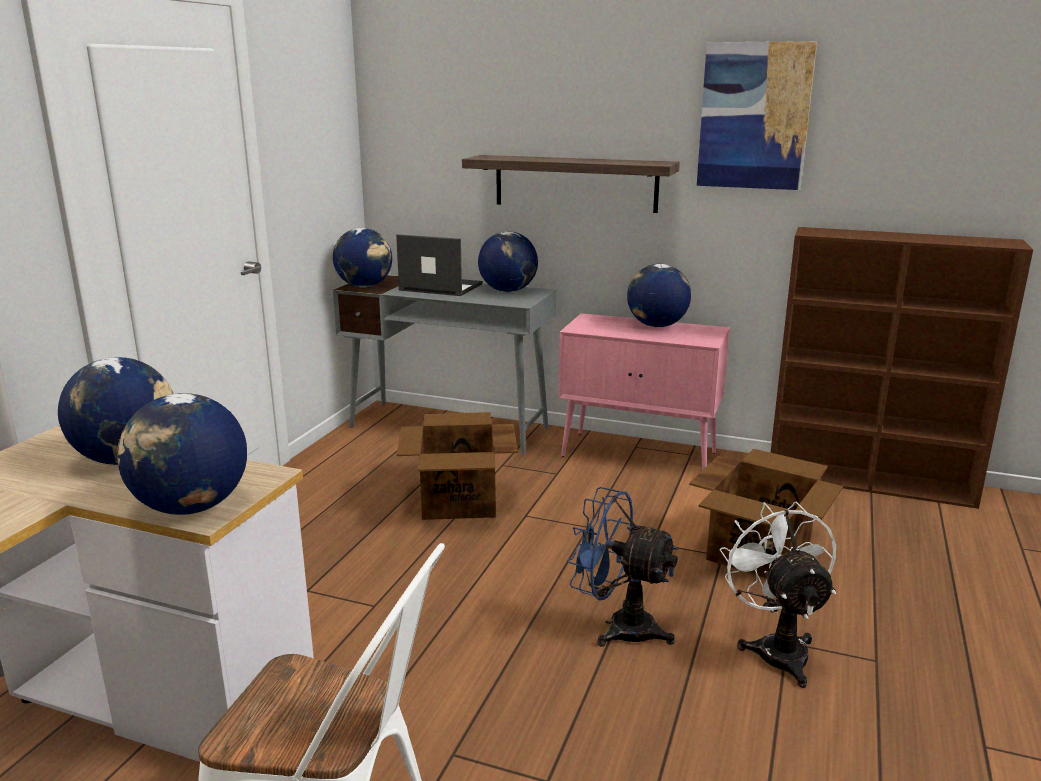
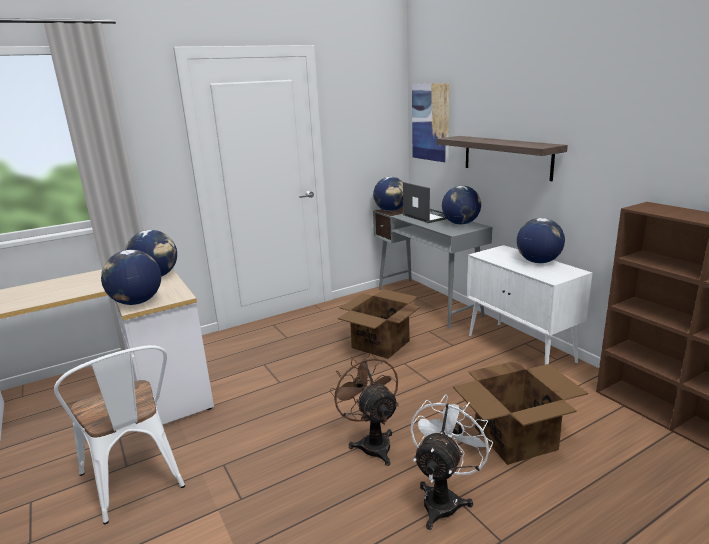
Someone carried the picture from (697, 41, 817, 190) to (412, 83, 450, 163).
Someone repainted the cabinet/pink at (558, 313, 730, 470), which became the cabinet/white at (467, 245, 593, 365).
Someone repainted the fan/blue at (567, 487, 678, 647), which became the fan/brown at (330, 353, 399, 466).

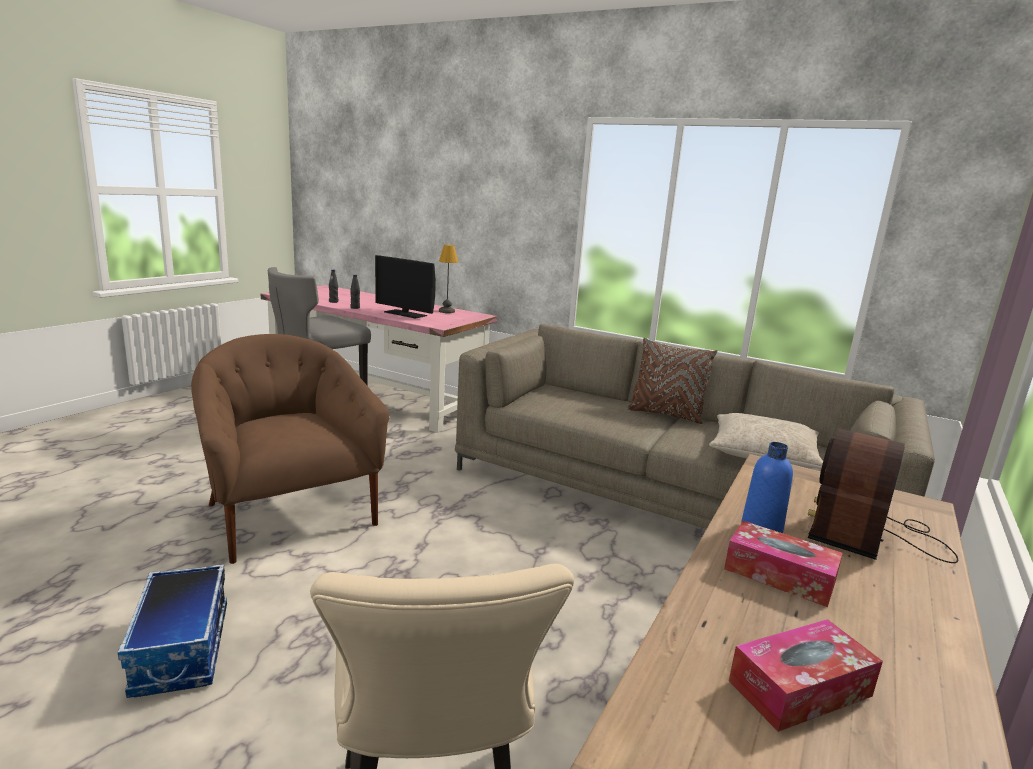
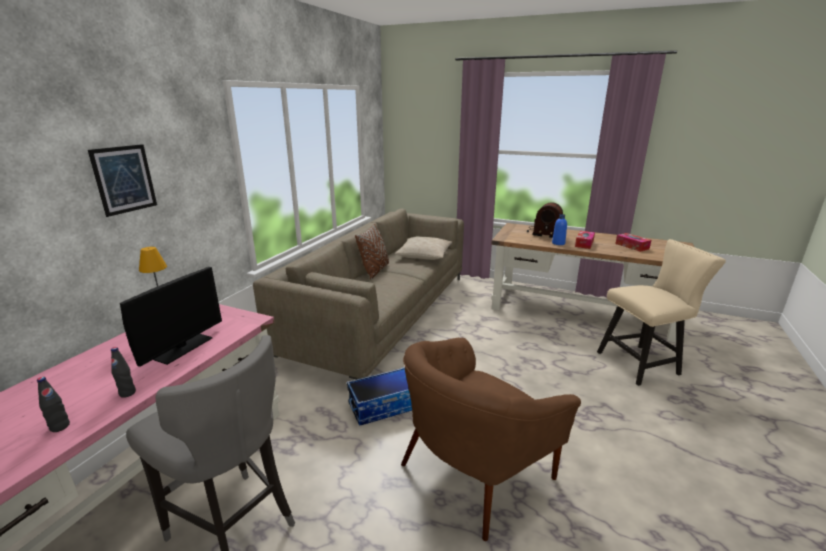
Someone carried the storage box from (118, 564, 227, 698) to (347, 367, 412, 426).
Someone put up the picture at (88, 144, 157, 217).

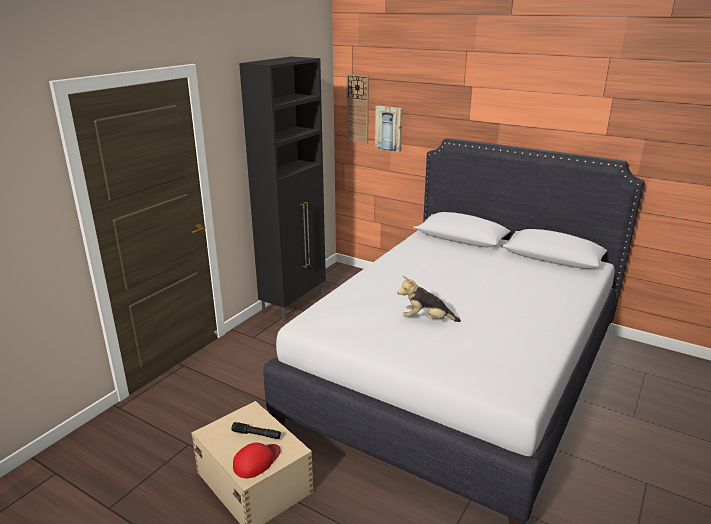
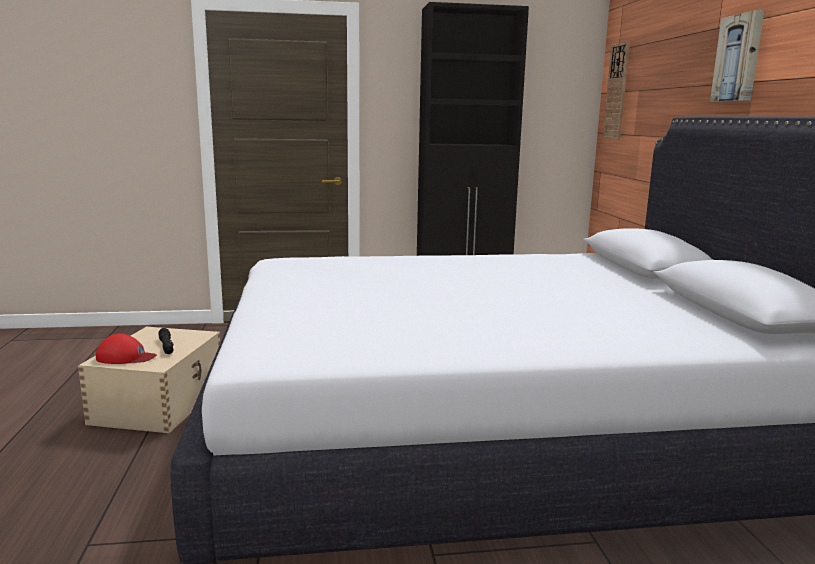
Someone carried the picture from (375, 106, 403, 152) to (710, 10, 764, 102).
Someone took away the plush toy at (398, 276, 461, 322).

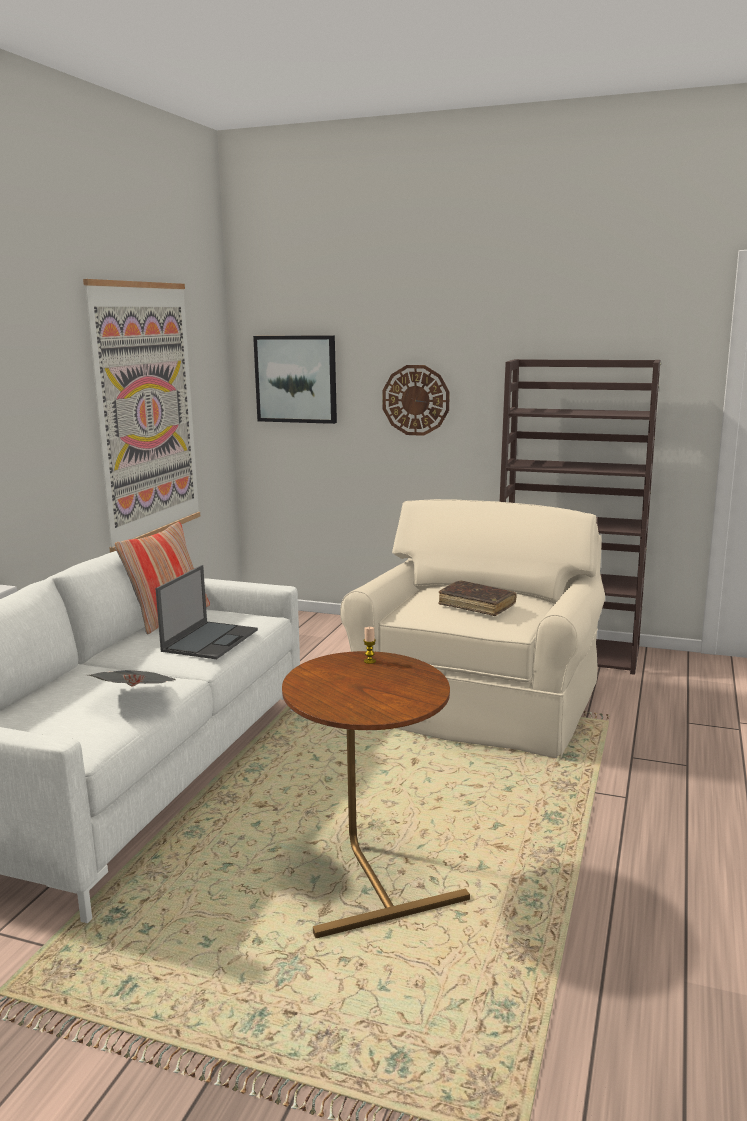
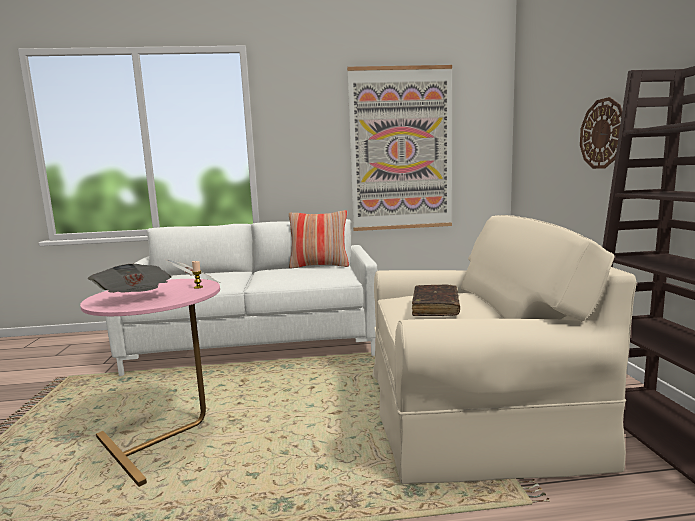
Someone took away the picture at (253, 335, 337, 424).
Someone took away the laptop at (155, 565, 258, 659).
Someone repainted the side table/brown at (282, 651, 470, 938), which became the side table/pink at (80, 279, 220, 487).
Someone put down the newspaper at (88, 264, 171, 293).

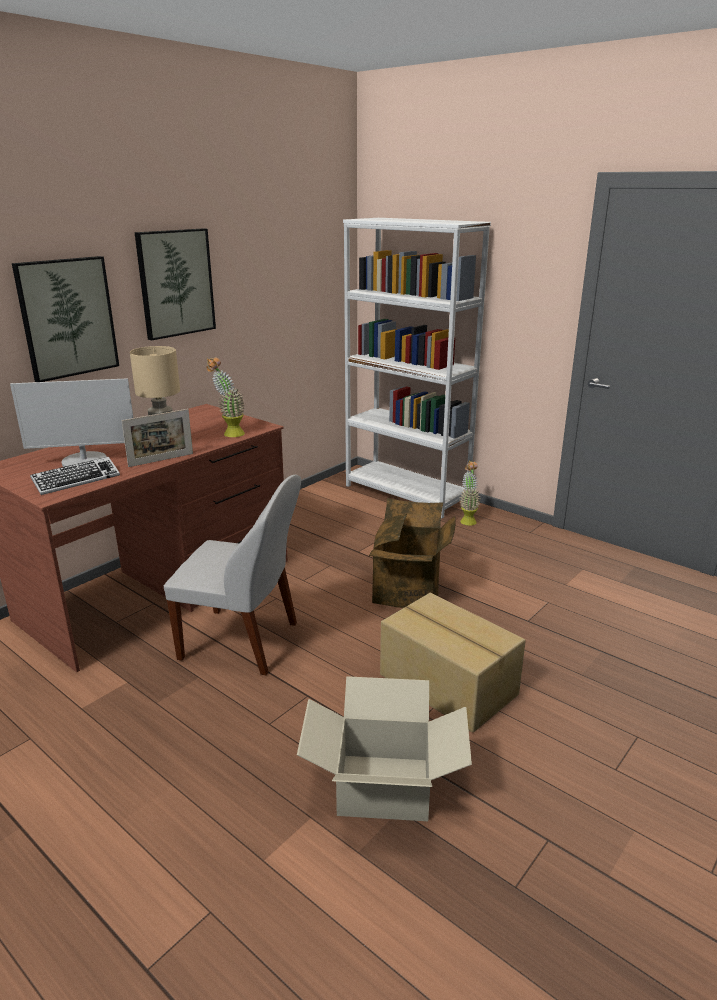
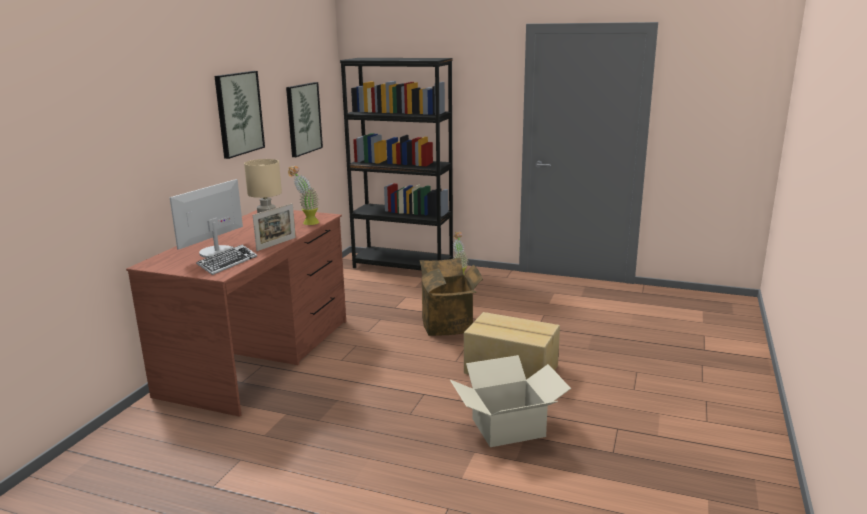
Someone repainted the bookcase/white at (343, 218, 491, 519), which became the bookcase/black at (340, 58, 453, 271).
Someone carried the picture from (12, 256, 119, 382) to (286, 82, 323, 157).
Someone rotated the monitor at (10, 378, 133, 467) by 150 degrees clockwise.
Someone took away the chair/white at (164, 475, 301, 675).

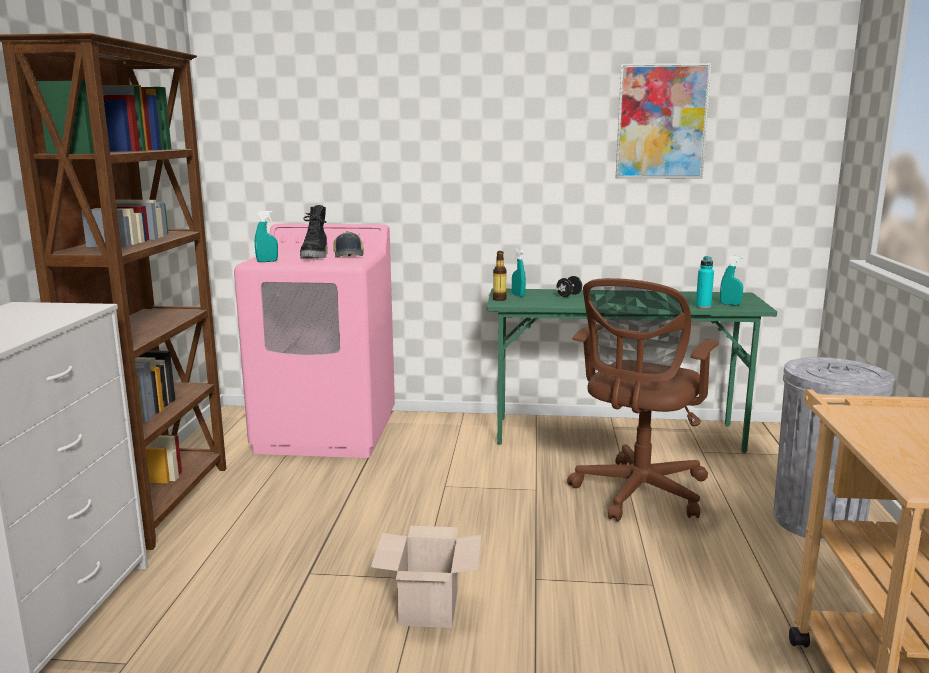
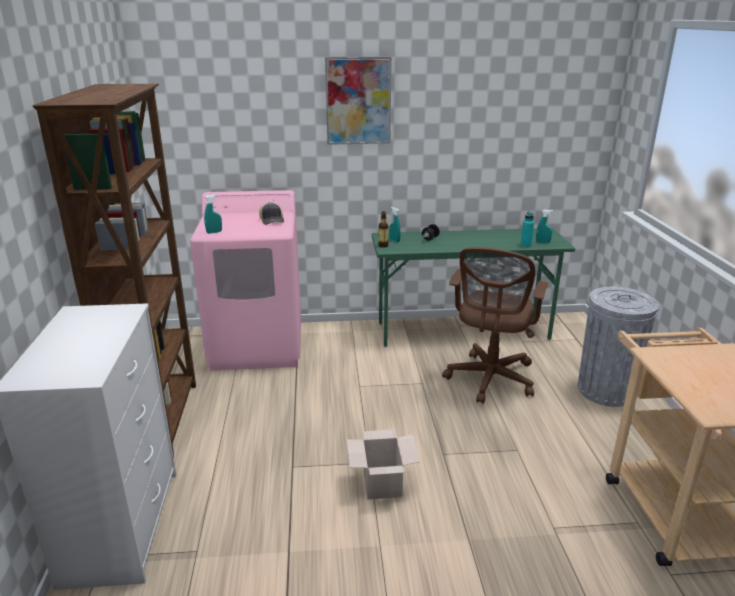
Someone carried the picture from (616, 63, 711, 179) to (325, 57, 392, 145).
Someone took away the boot/black at (300, 205, 328, 259).

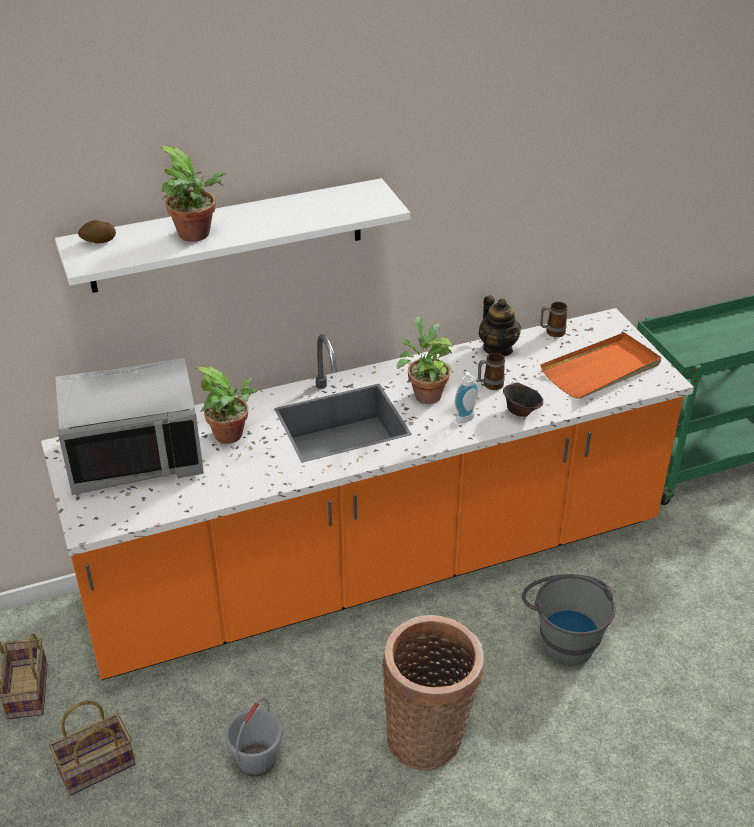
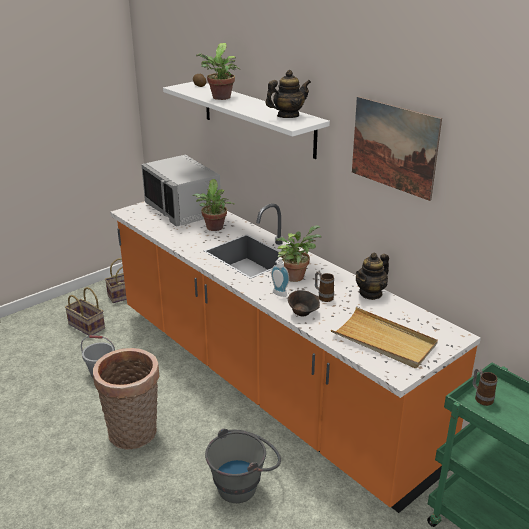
Someone carried the mug from (540, 302, 568, 337) to (473, 368, 497, 406).
Someone repainted the tray/orange at (540, 332, 661, 399), which became the tray/beige at (331, 307, 438, 368).
Someone put down the teapot at (266, 70, 311, 118).
Someone put up the picture at (352, 96, 442, 201).

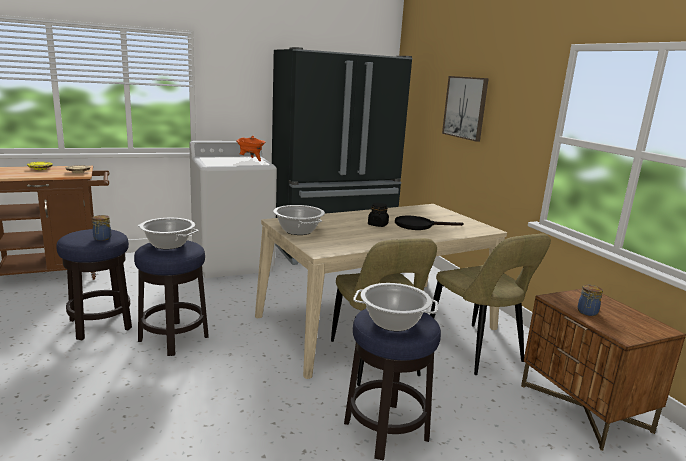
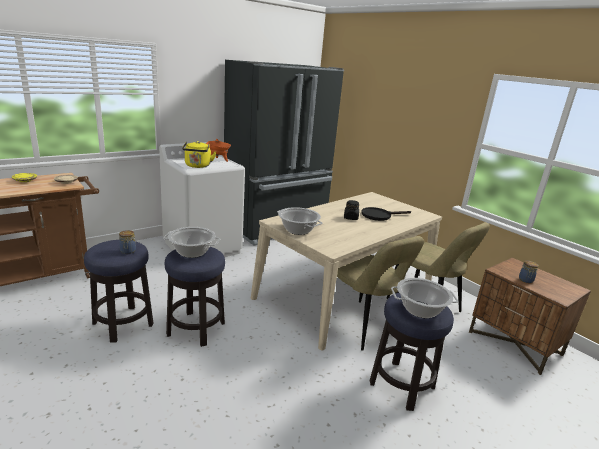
Someone took away the picture at (442, 76, 489, 142).
Someone put down the kettle/yellow at (182, 141, 217, 168).

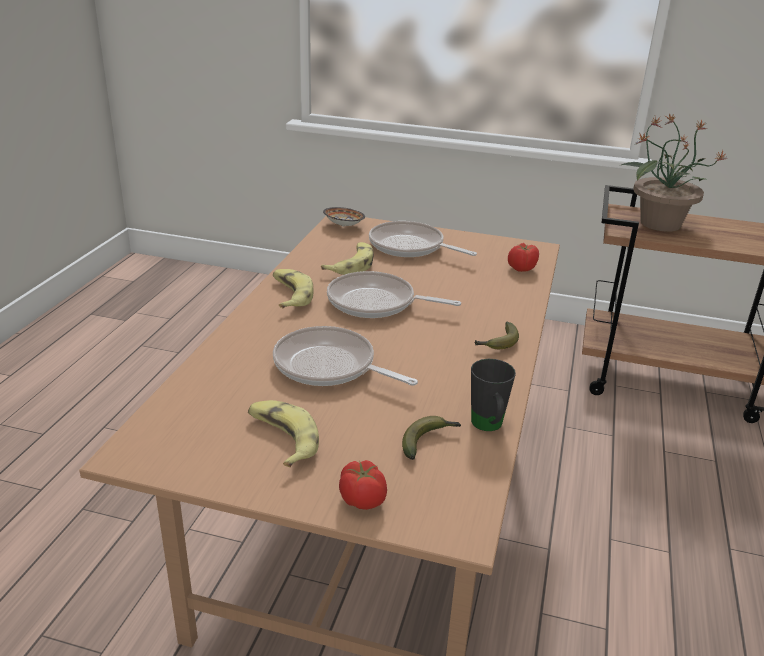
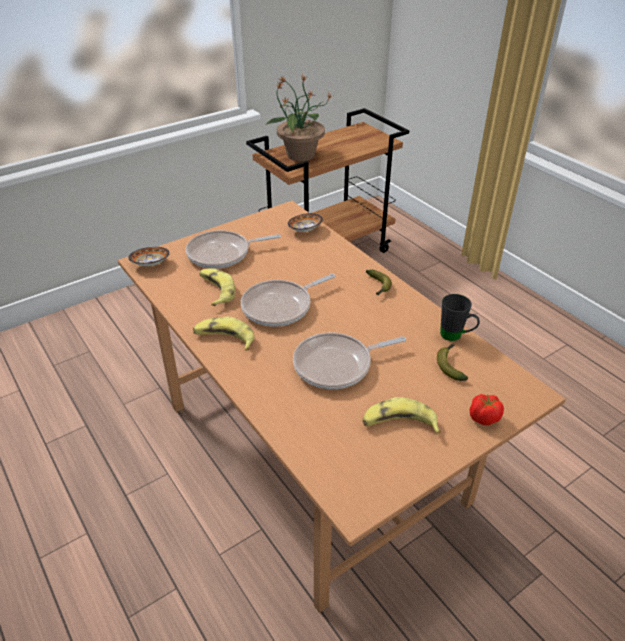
Someone swapped the tomato at (508, 243, 539, 272) for the bowl at (288, 213, 323, 232).

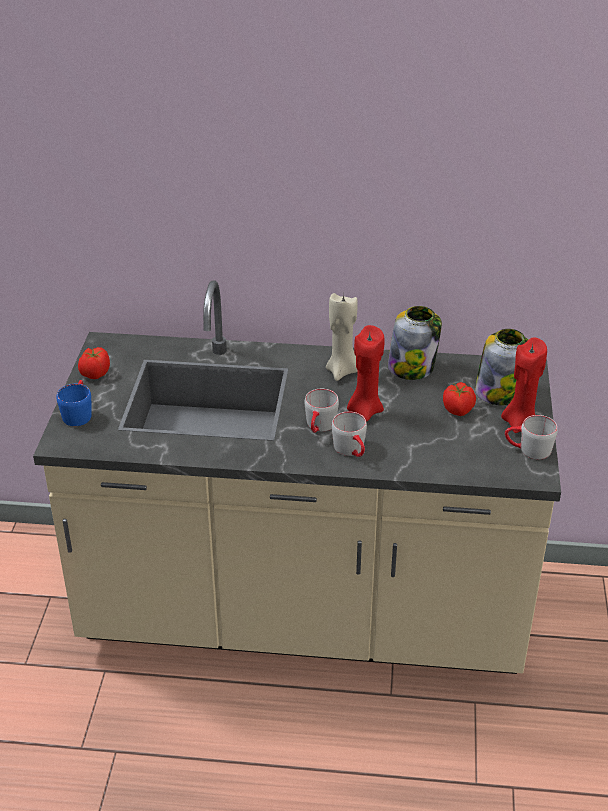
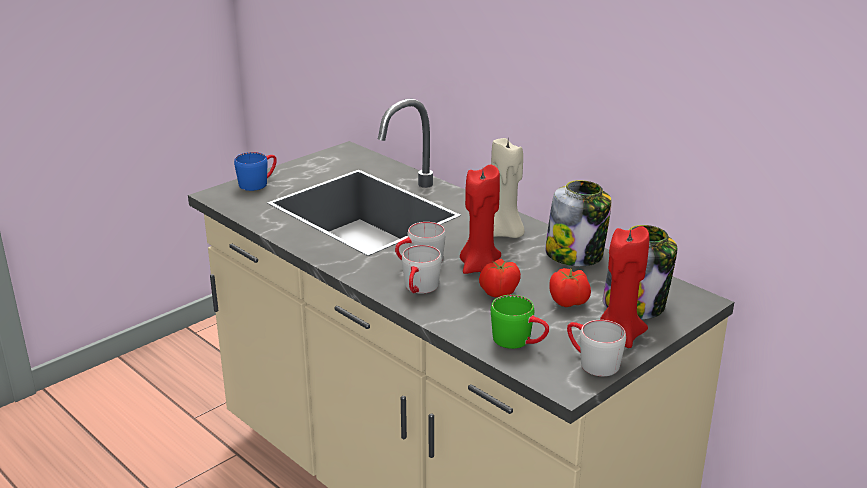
Someone carried the tomato from (78, 347, 110, 379) to (479, 259, 521, 297).
Someone put down the mug/green at (491, 295, 549, 349).

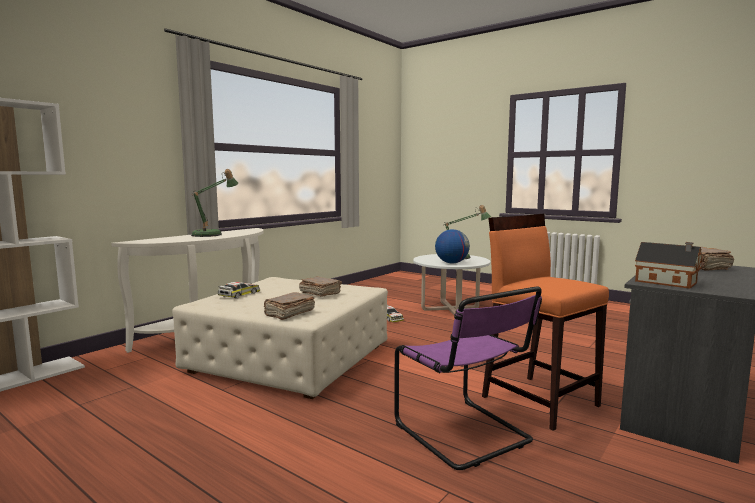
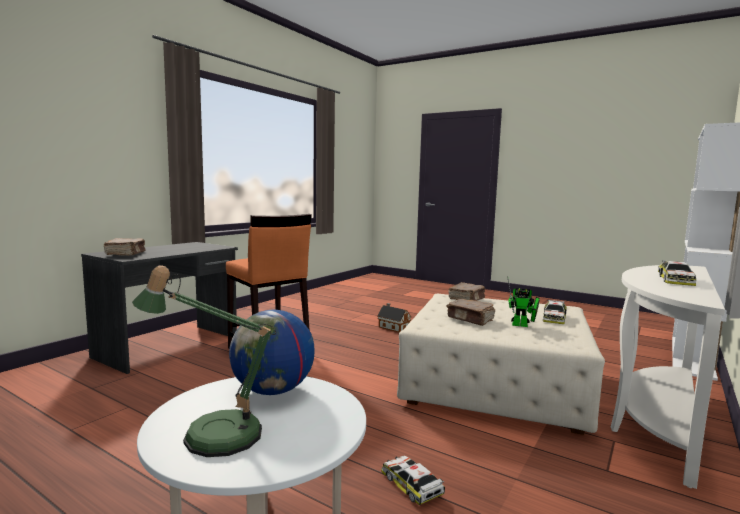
Someone swapped the table lamp at (191, 169, 238, 237) for the toy car at (658, 260, 696, 286).
Someone carried the toy house from (635, 242, 702, 289) to (377, 303, 412, 333).
Someone took away the chair/purple at (394, 286, 542, 470).
Someone put down the toy robot at (507, 276, 540, 327).

